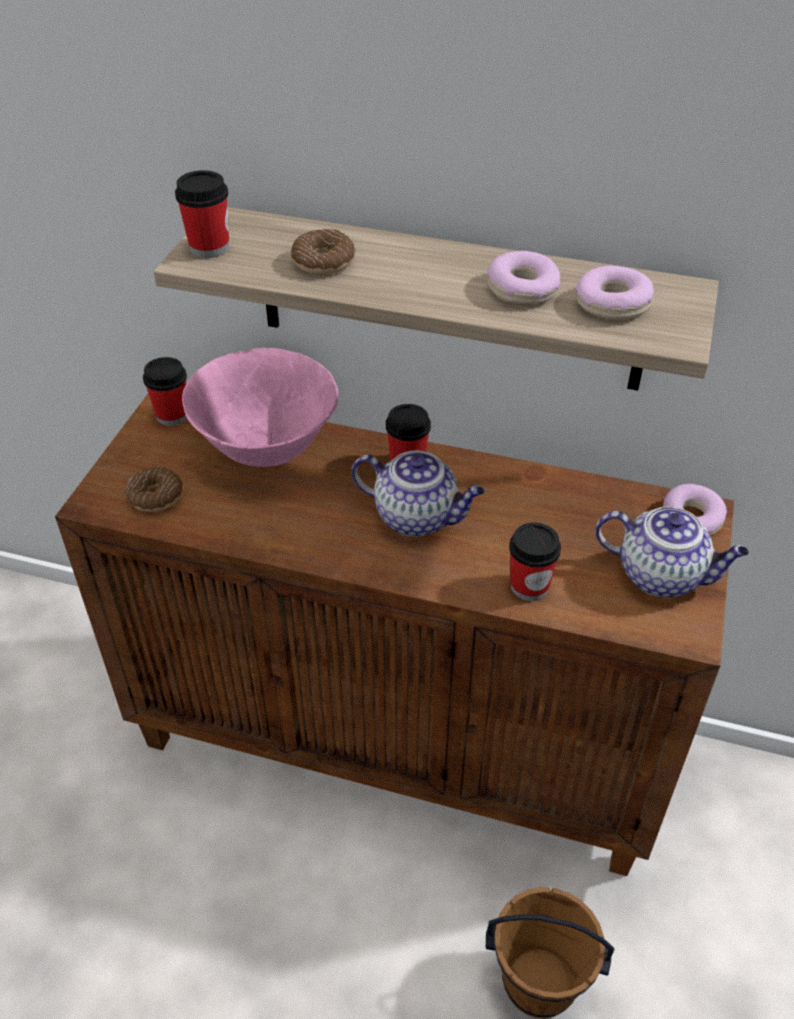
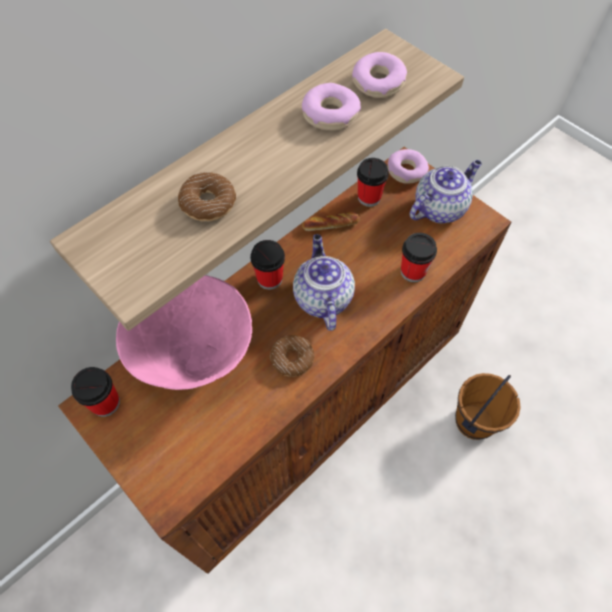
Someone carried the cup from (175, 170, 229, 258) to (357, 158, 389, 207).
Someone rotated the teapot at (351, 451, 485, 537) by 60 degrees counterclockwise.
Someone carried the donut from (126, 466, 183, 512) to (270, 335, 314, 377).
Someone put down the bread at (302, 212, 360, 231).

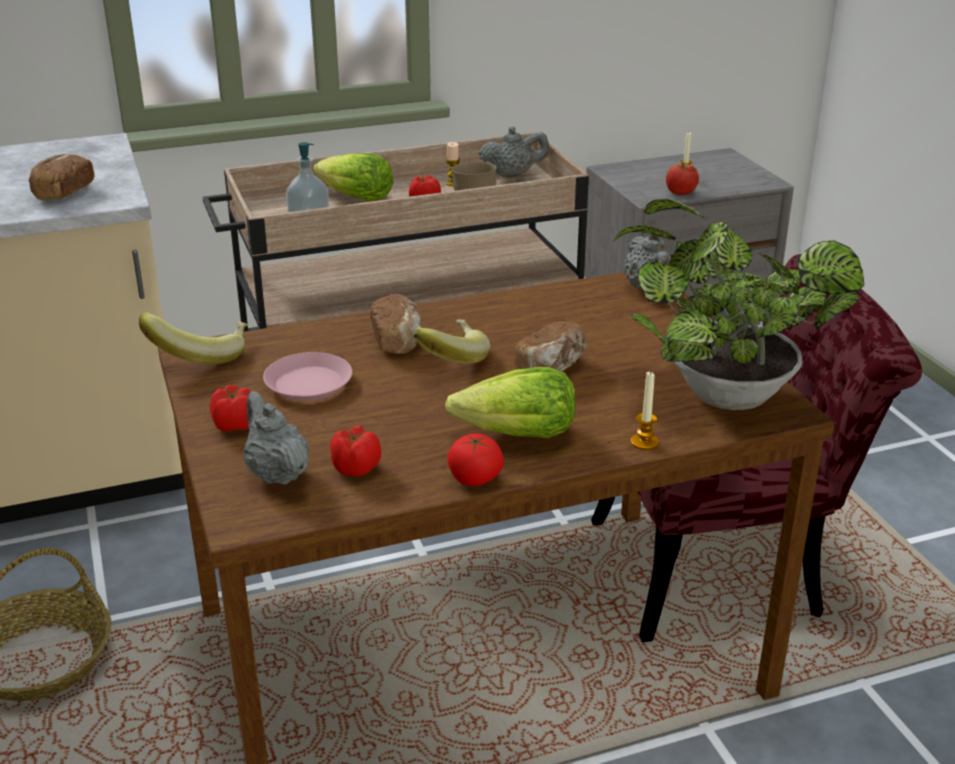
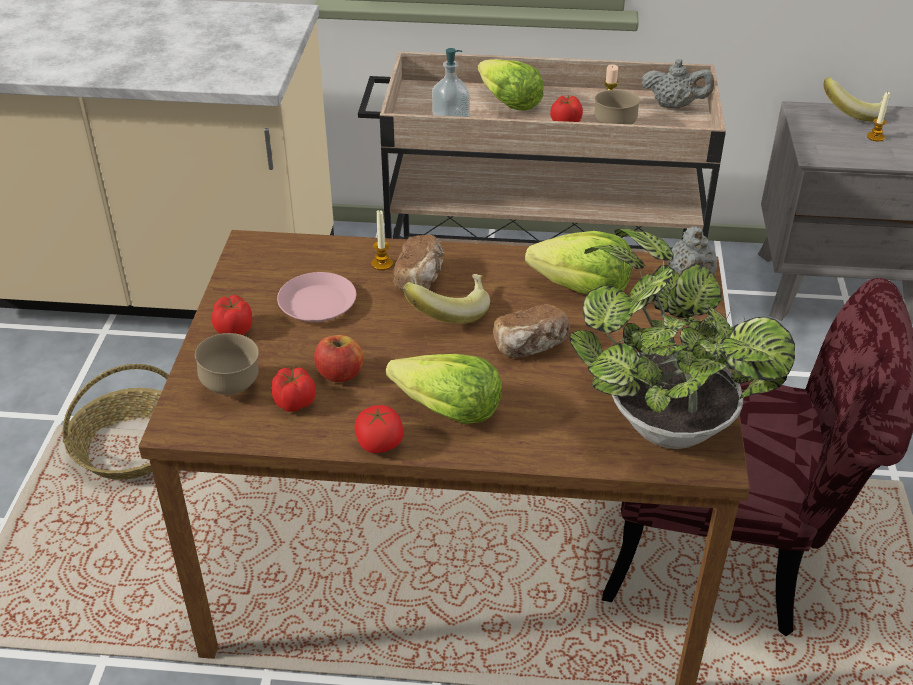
Someone took away the bread at (29, 154, 94, 200).
Someone carried the apple from (666, 163, 699, 195) to (314, 335, 363, 382).
Someone carried the banana from (139, 312, 248, 364) to (823, 77, 890, 122).
Someone carried the candle from (631, 371, 659, 450) to (371, 210, 393, 271).
Someone swapped the teapot/grey at (243, 391, 309, 485) for the bowl/brown at (195, 333, 259, 395).
Someone put down the lettuce at (525, 231, 633, 294).

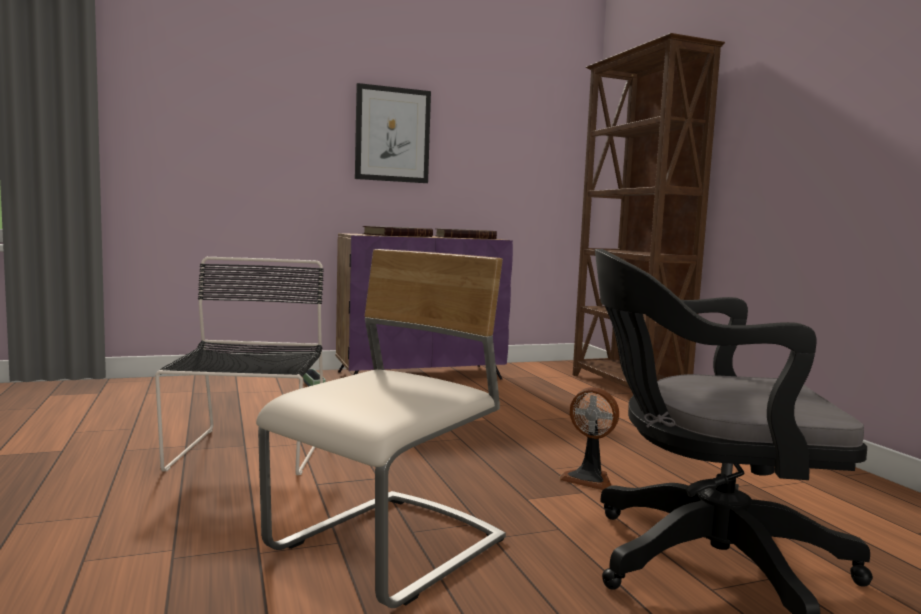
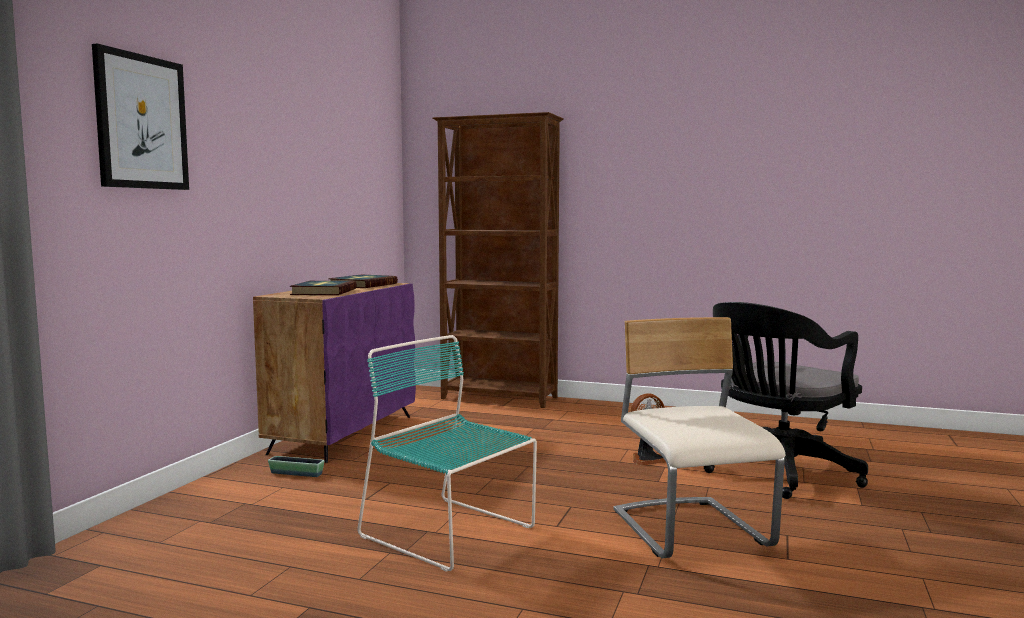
Someone carried the picture from (355, 83, 431, 183) to (92, 43, 189, 190).
Someone repainted the chair/black at (155, 257, 324, 475), which became the chair/turquoise at (357, 335, 537, 572).

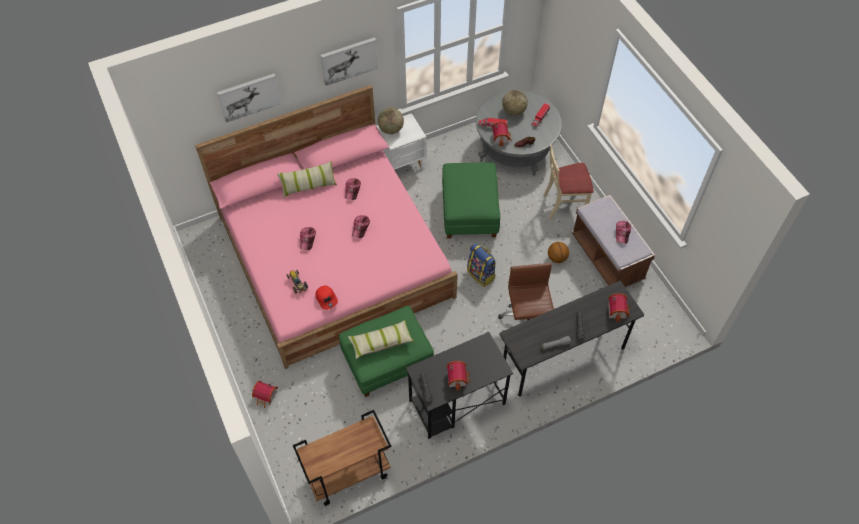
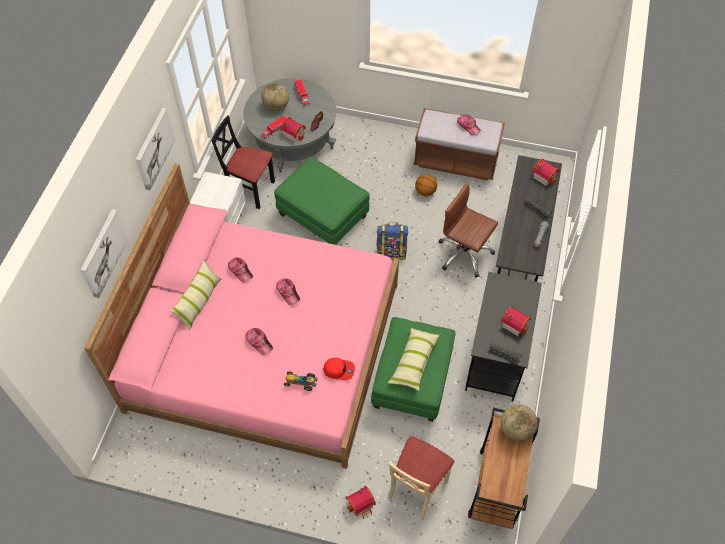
Someone carried the globe from (378, 108, 404, 134) to (501, 404, 538, 441).
Someone carried the chair/beige from (543, 145, 594, 219) to (388, 436, 454, 519).
Someone put down the chair/black at (211, 115, 275, 209).

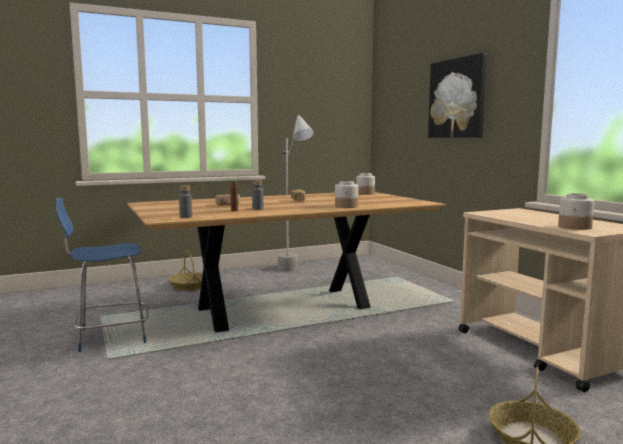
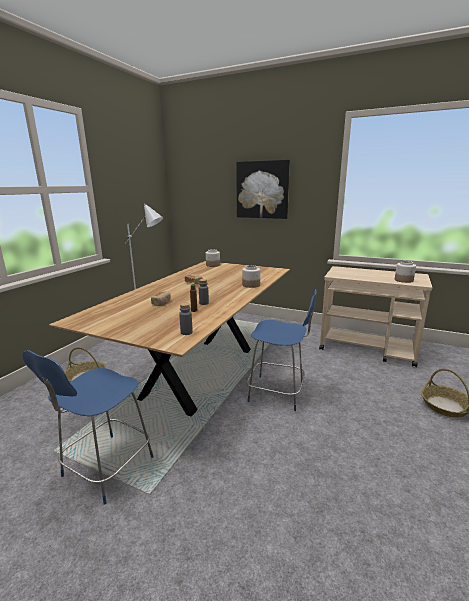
Someone put down the chair/blue at (247, 289, 317, 411).

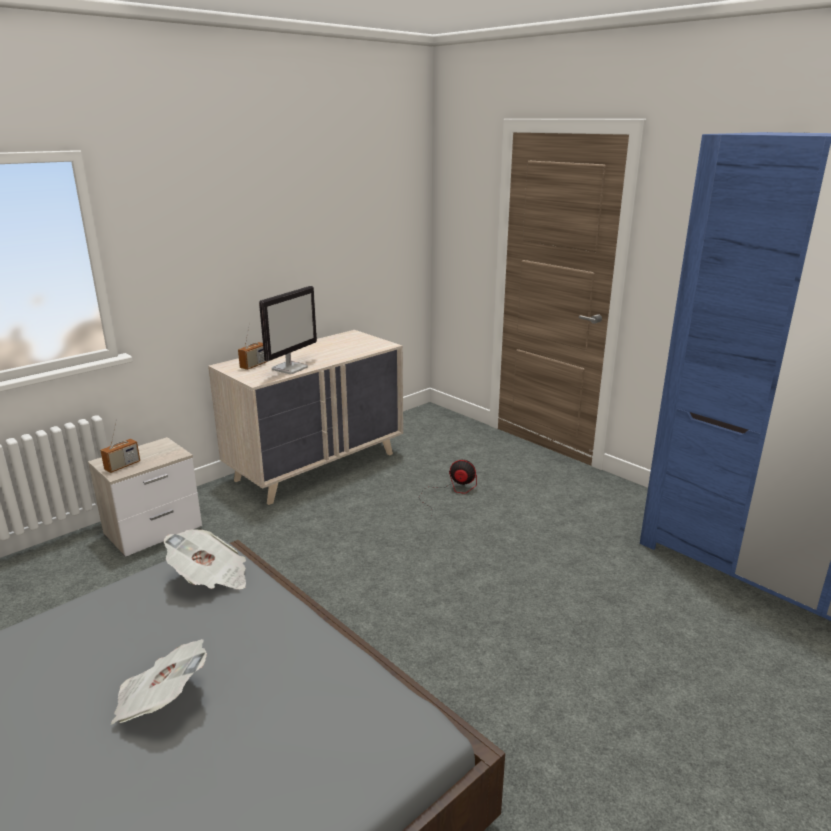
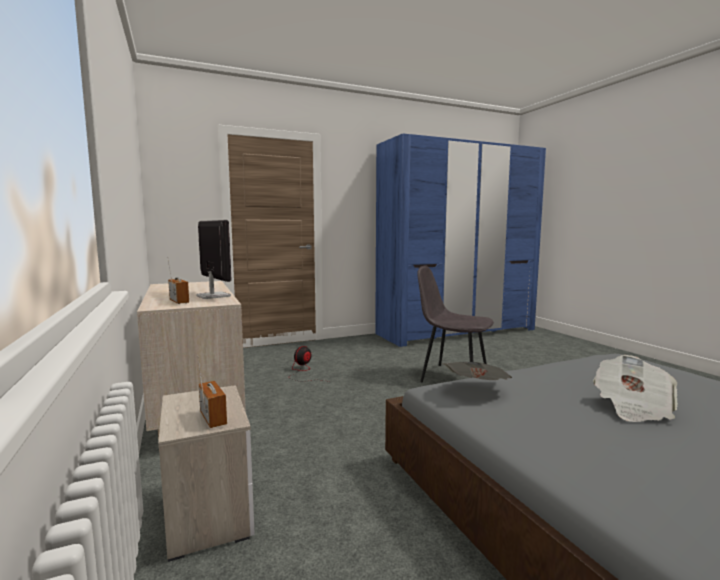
Someone put down the chair/grey at (417, 265, 494, 383).

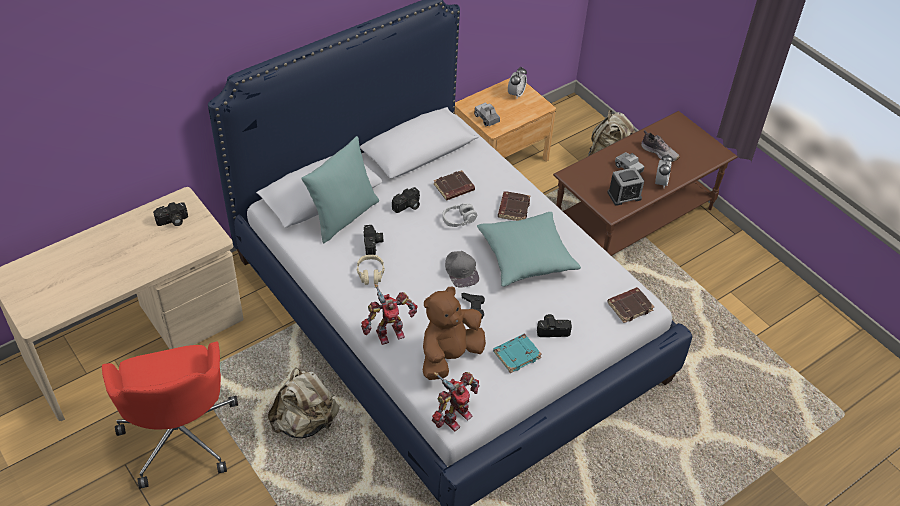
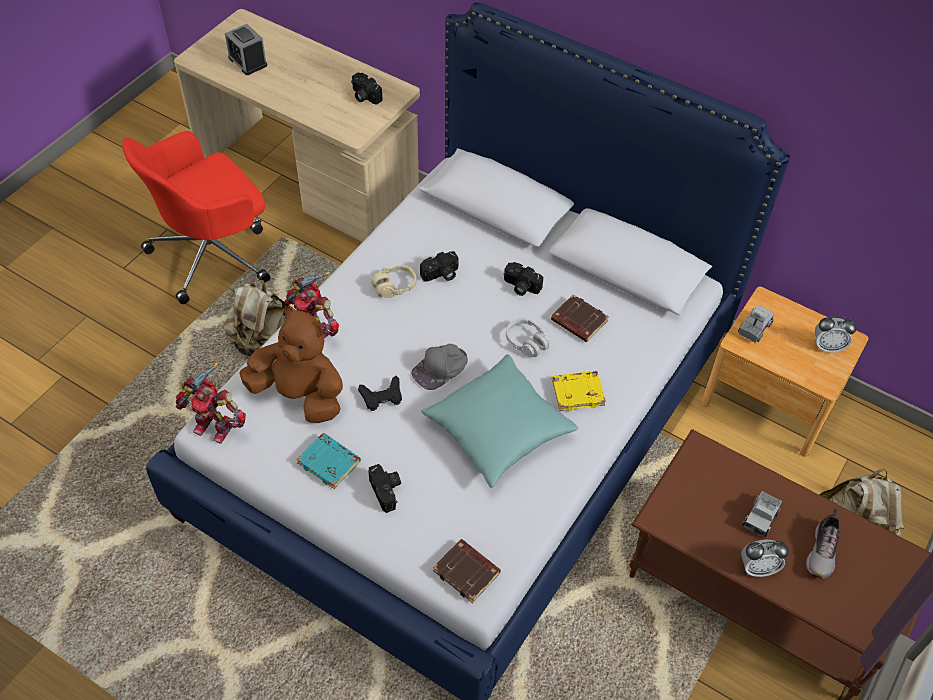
Someone took away the pillow/turquoise at (301, 136, 379, 244).
Someone carried the alarm clock from (607, 167, 644, 206) to (225, 24, 267, 75).
Someone repainted the book/brown at (498, 191, 530, 221), which became the book/yellow at (552, 371, 606, 411).

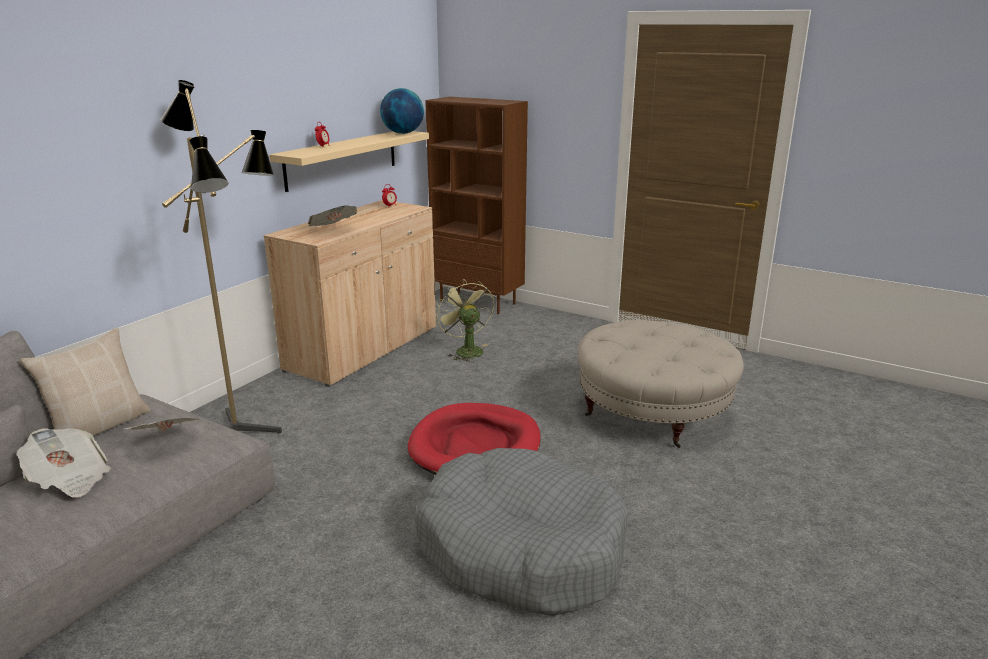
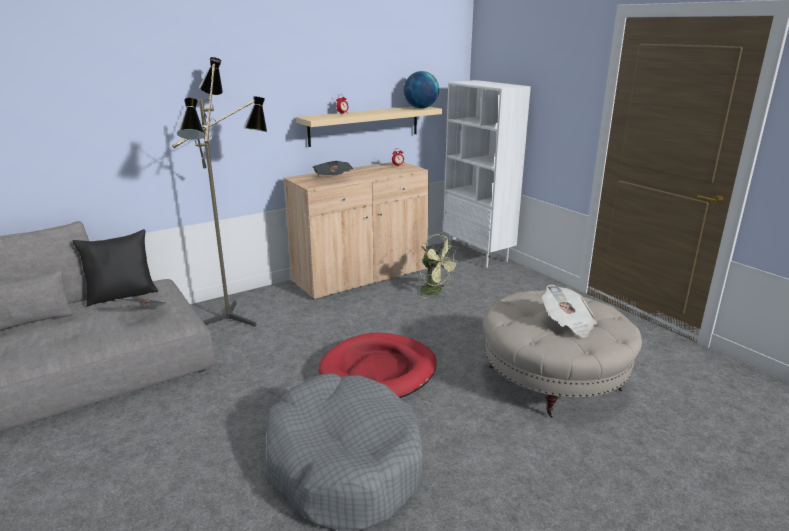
Someone repainted the bookcase/brown at (425, 97, 528, 314), which became the bookcase/white at (443, 80, 531, 268).
Someone rotated the fan/green at (435, 279, 494, 362) by 135 degrees clockwise.
Someone repainted the pillow/beige at (20, 328, 151, 436), which became the pillow/black at (72, 229, 158, 306).
Someone carried the newspaper from (16, 428, 111, 498) to (542, 285, 597, 338).

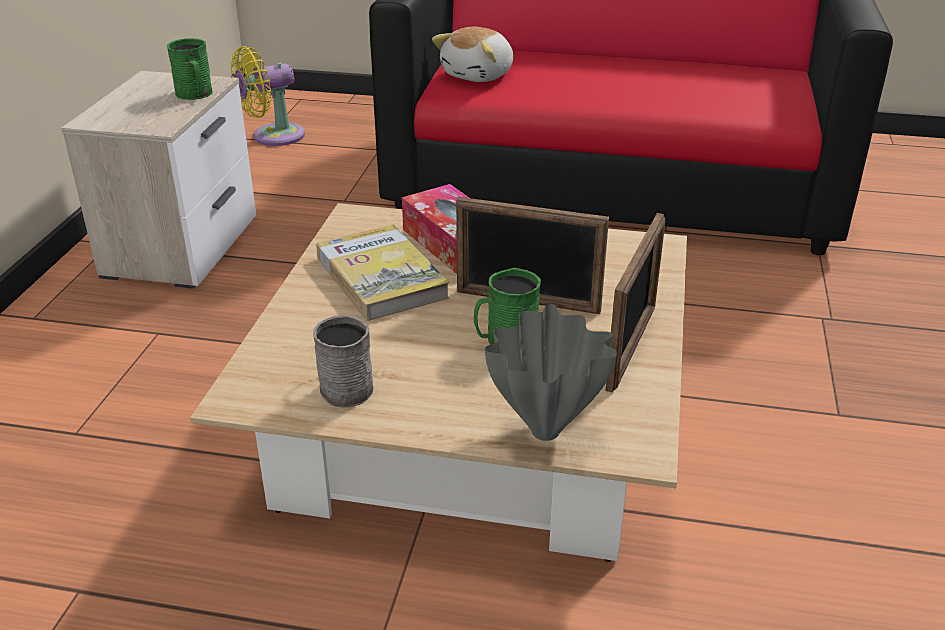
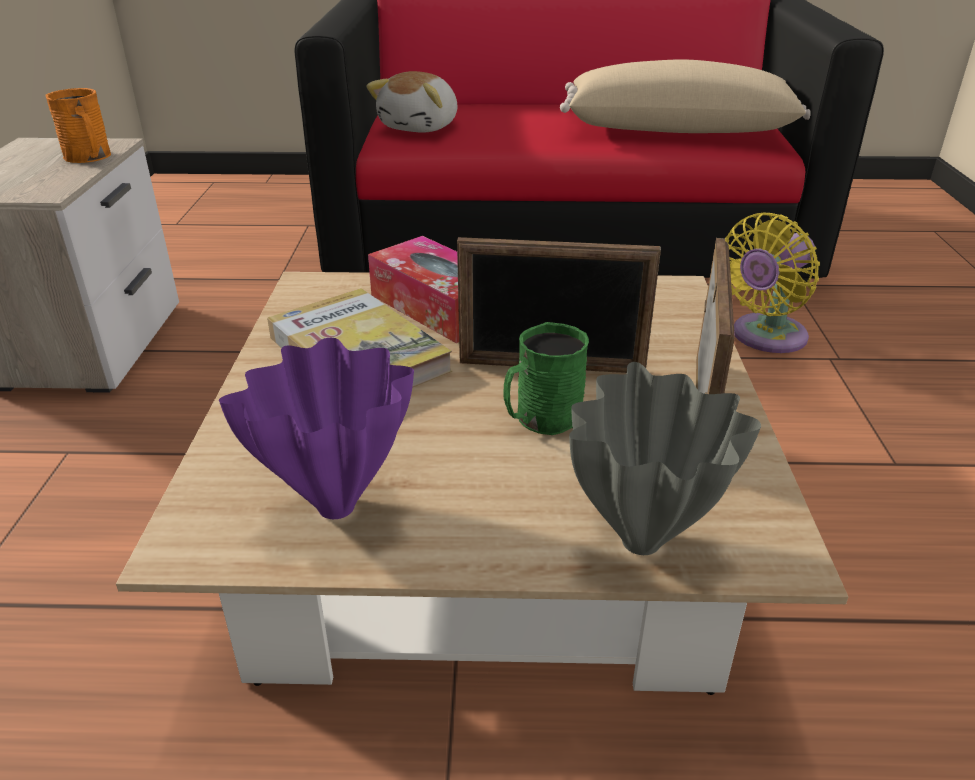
Someone repainted the mug/green at (167, 38, 213, 100), which became the mug/orange at (45, 88, 111, 163).
Someone carried the fan/yellow from (231, 46, 305, 146) to (725, 213, 820, 353).
Someone swapped the mug/grey at (313, 315, 374, 408) for the vase/purple at (219, 338, 414, 519).
Someone put down the pillow/beige at (560, 59, 811, 133).

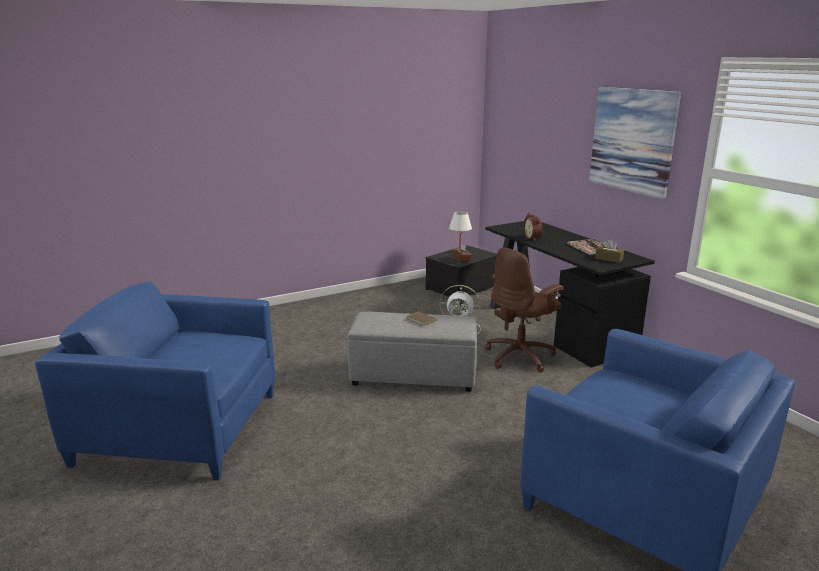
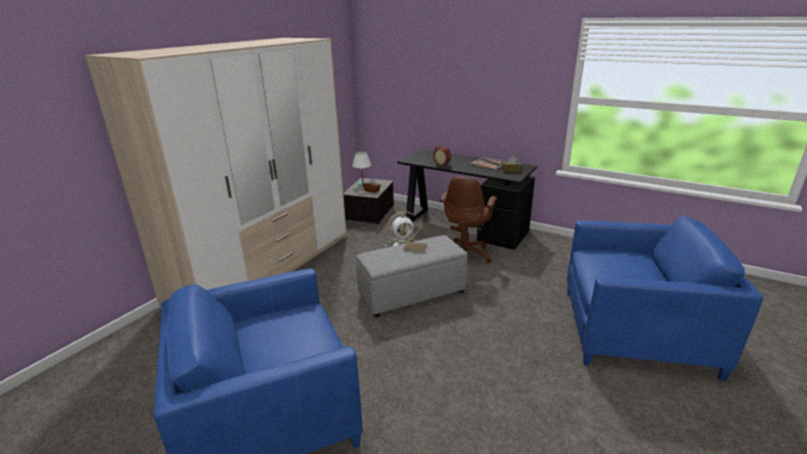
Someone took away the picture at (589, 87, 681, 199).
Someone put down the wardrobe at (85, 38, 347, 309).

